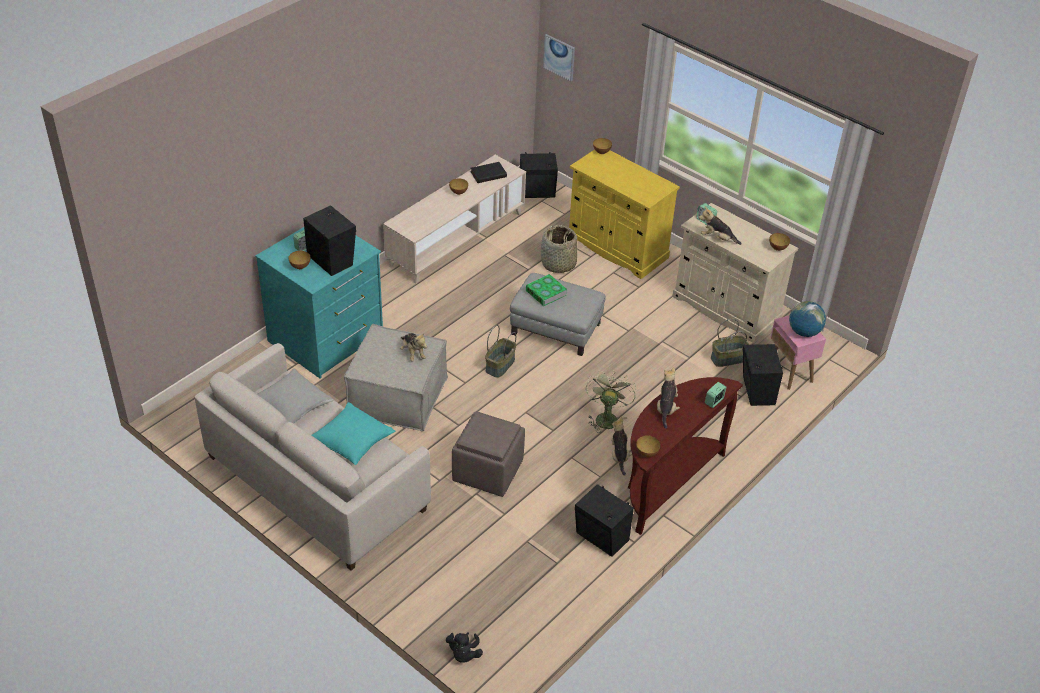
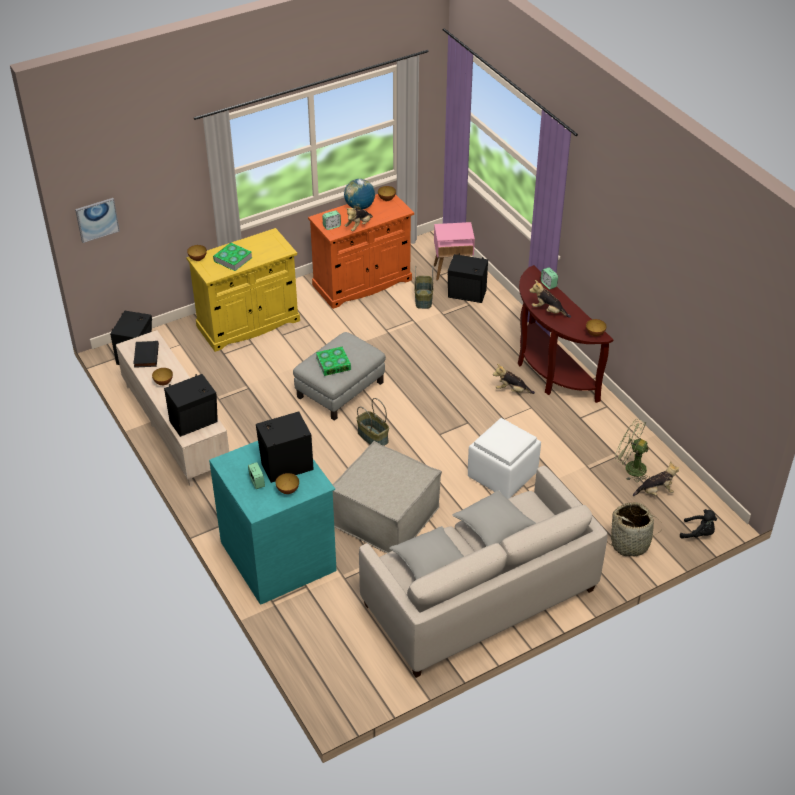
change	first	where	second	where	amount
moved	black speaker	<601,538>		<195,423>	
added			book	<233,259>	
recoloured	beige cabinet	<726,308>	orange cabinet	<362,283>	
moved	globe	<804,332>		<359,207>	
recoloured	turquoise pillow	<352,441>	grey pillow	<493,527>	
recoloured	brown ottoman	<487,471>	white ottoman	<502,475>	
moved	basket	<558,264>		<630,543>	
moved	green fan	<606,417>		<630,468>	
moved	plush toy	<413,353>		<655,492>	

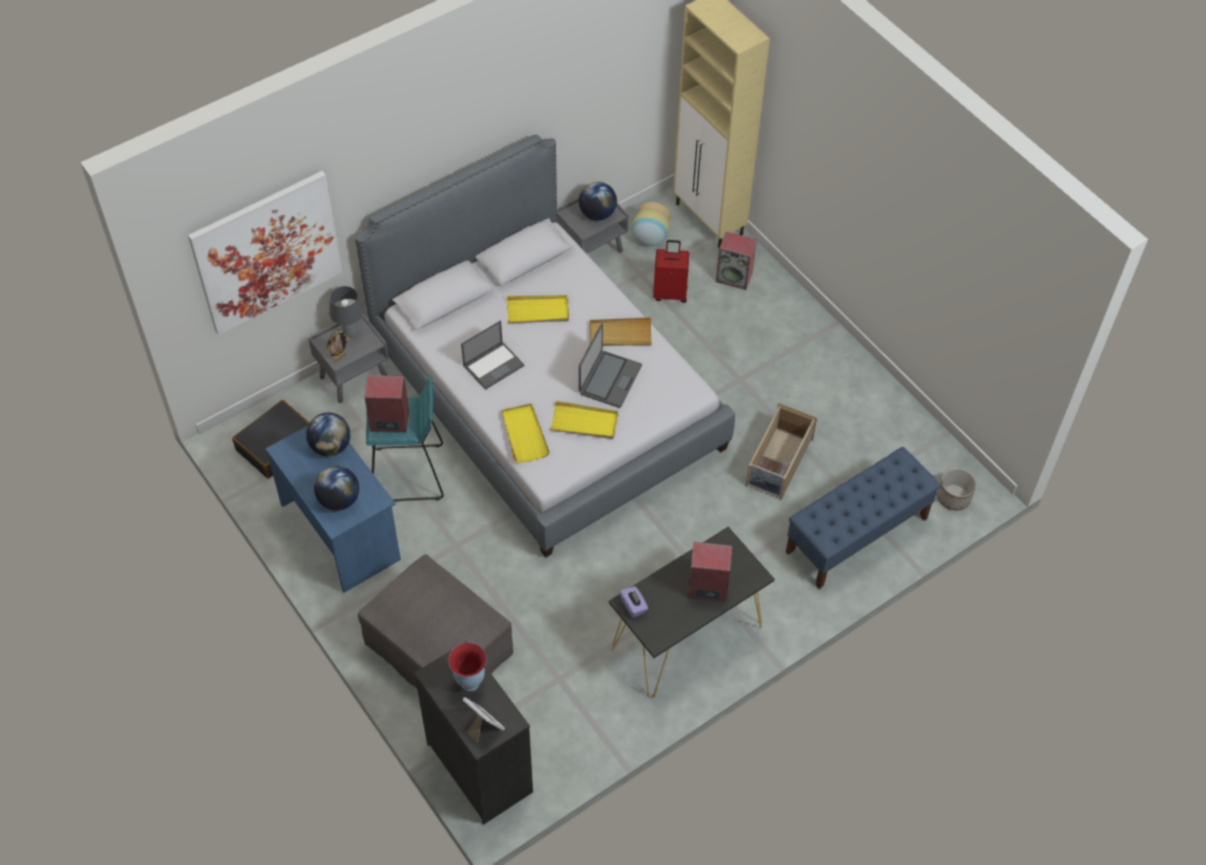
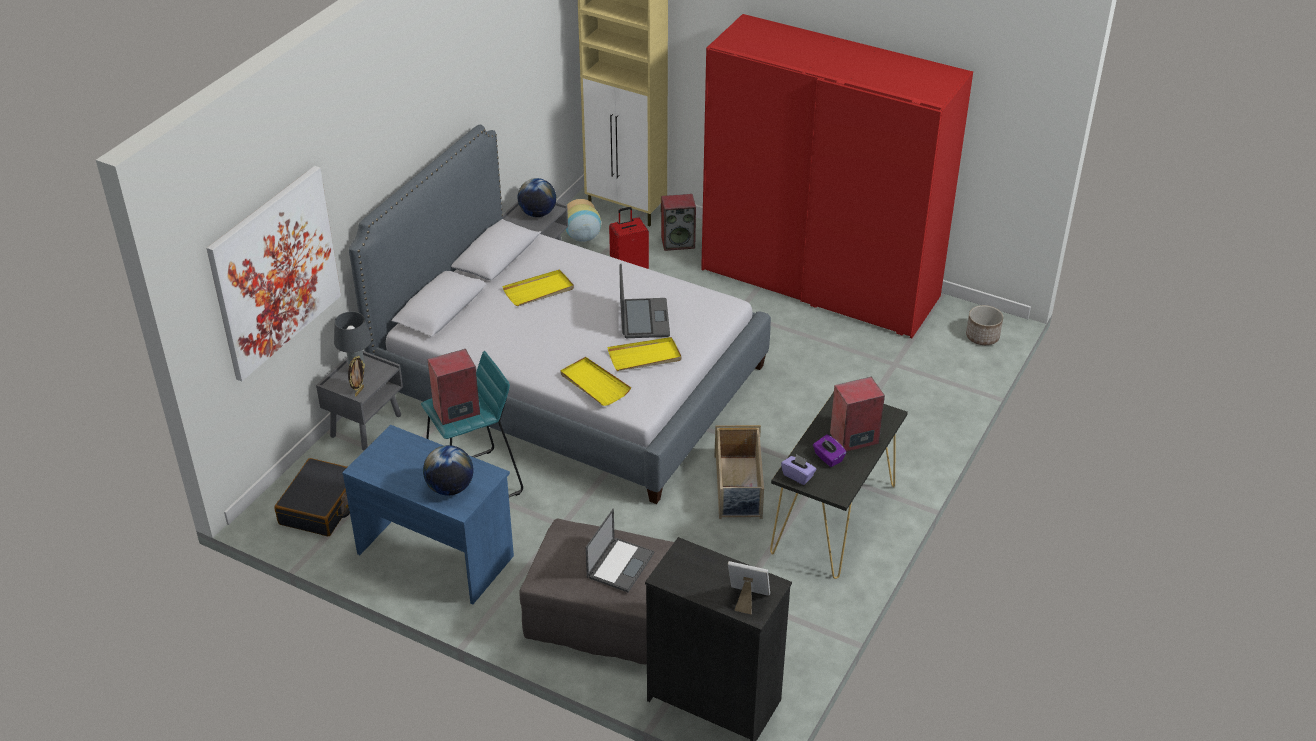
change	first	where	second	where	amount
moved	laptop	<494,365>		<620,564>	
added			red wardrobe	<820,283>	
moved	beige storage box	<778,463>		<738,487>	
added			purple tissue box	<828,458>	
removed	globe	<331,446>			
removed	vase	<469,682>			
removed	beige tray	<620,334>			
removed	blue bench	<856,535>			

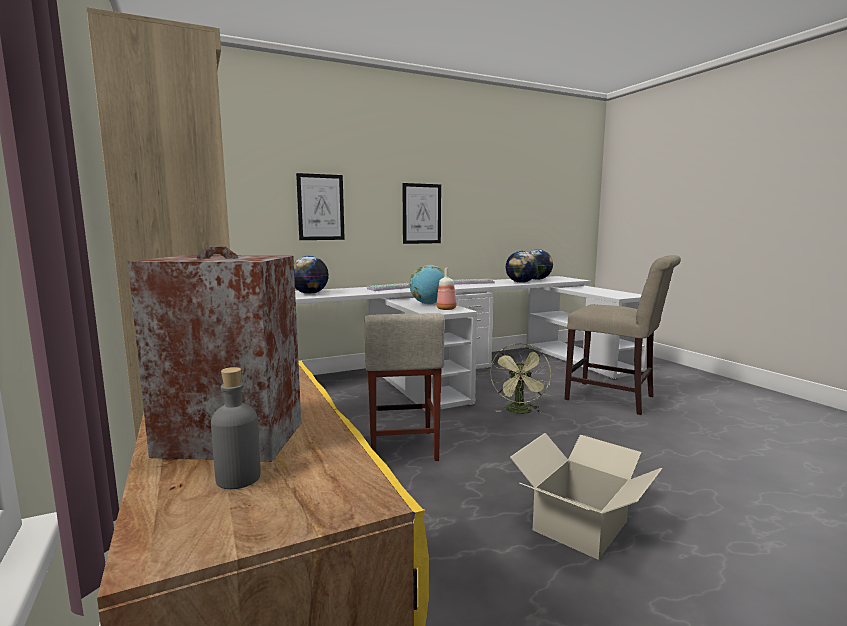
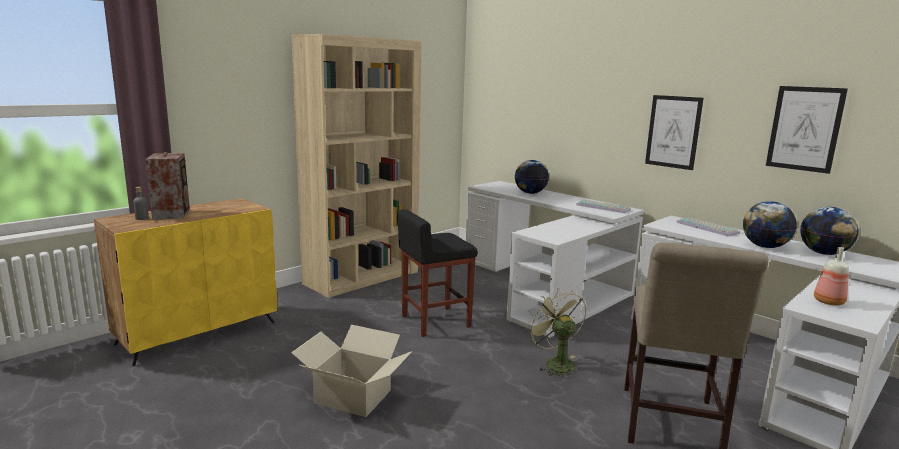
change	first	where	second	where	amount
recoloured	beige stool	<402,447>	black stool	<434,321>	
turned	green fan	<520,412>		<555,363>	75 degrees clockwise
moved	picture	<320,207>		<804,129>	
moved	bottle	<447,309>		<829,302>	
removed	globe	<429,304>			

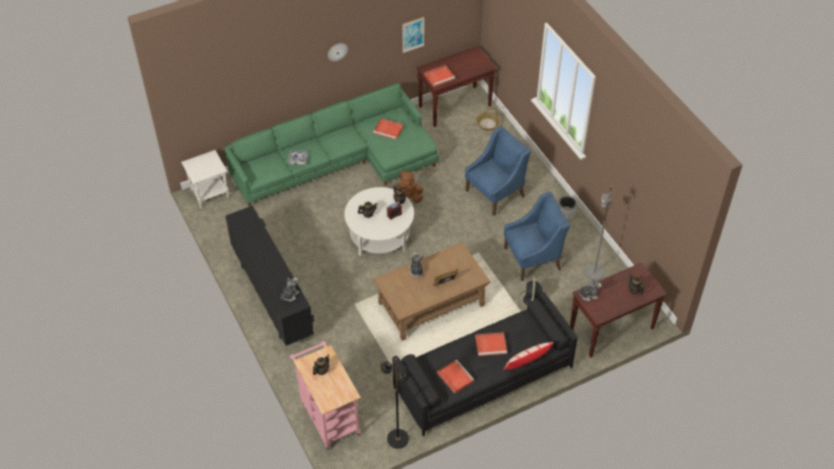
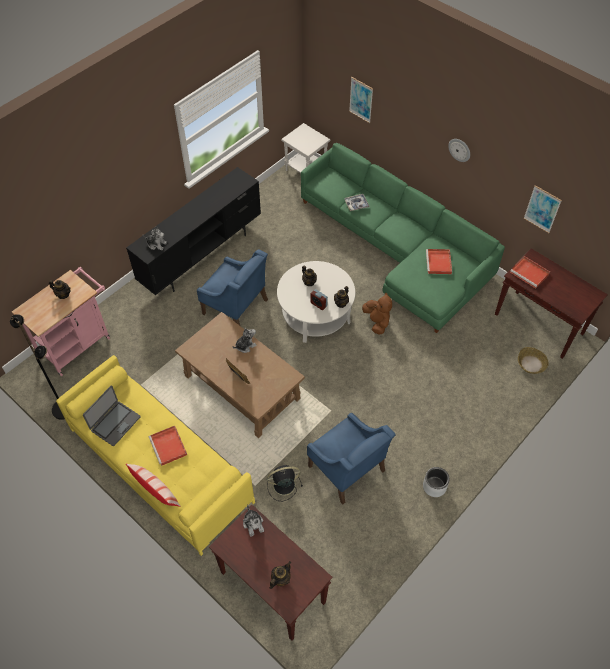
change	first	where	second	where	amount
recoloured	black sofa	<483,378>	yellow sofa	<159,465>	
replaced	red tray	<454,377>	laptop	<115,423>	
moved	blue armchair	<495,193>		<235,307>	
added			picture	<361,100>	
removed	grey floor lamp	<594,272>			

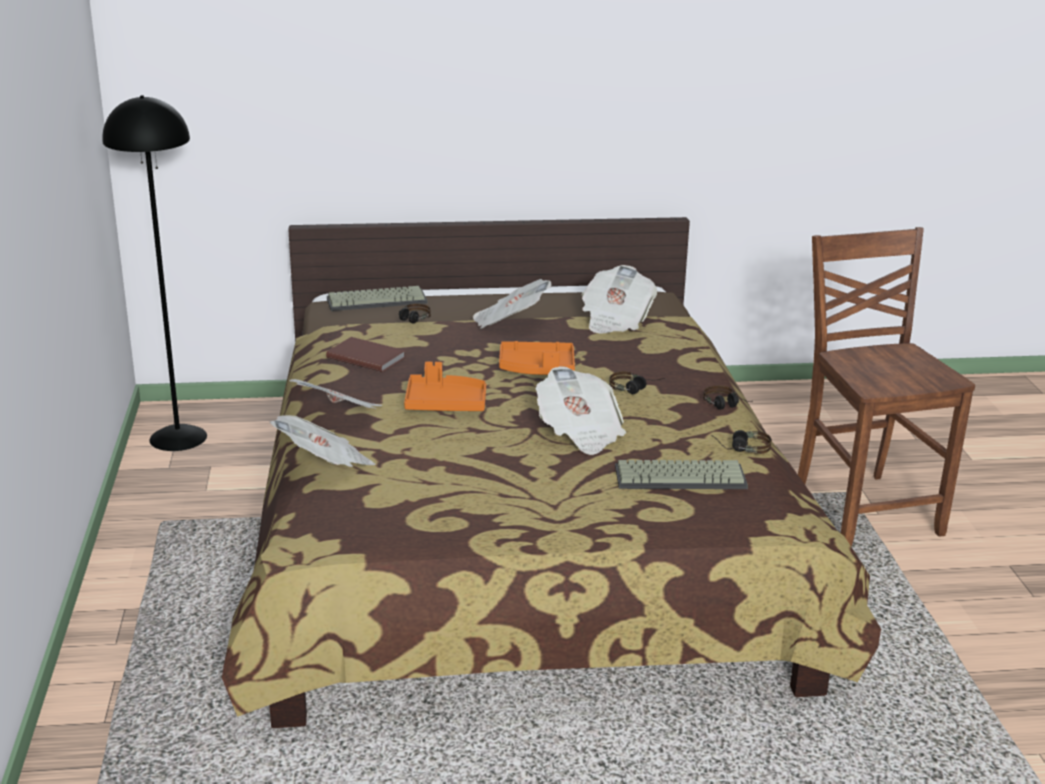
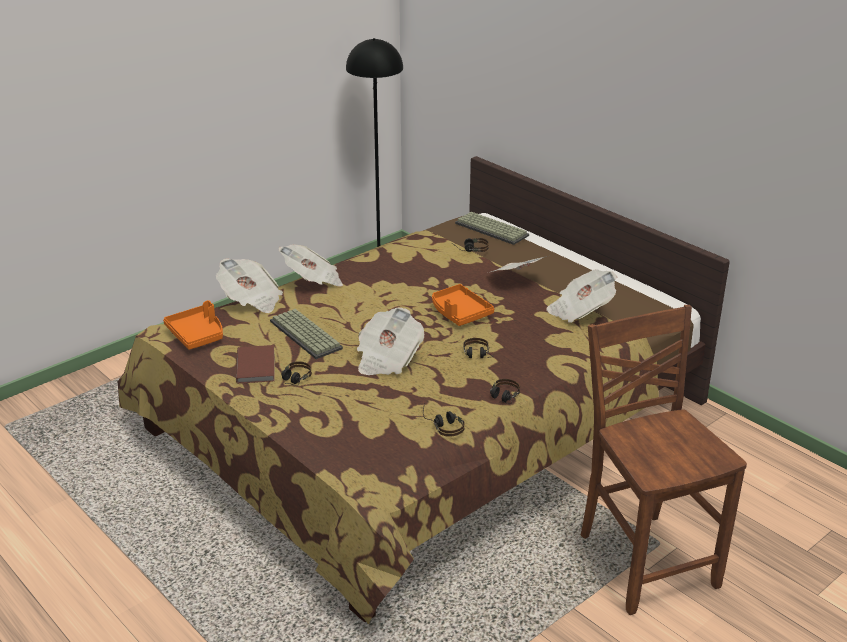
change	first	where	second	where	amount
moved	orange tray	<445,404>		<197,335>	
moved	brown book	<366,357>		<257,366>	
moved	keyboard	<681,476>		<307,335>	
added			headphones	<293,381>	
turned	brown chair	<864,509>		<645,559>	60 degrees counterclockwise

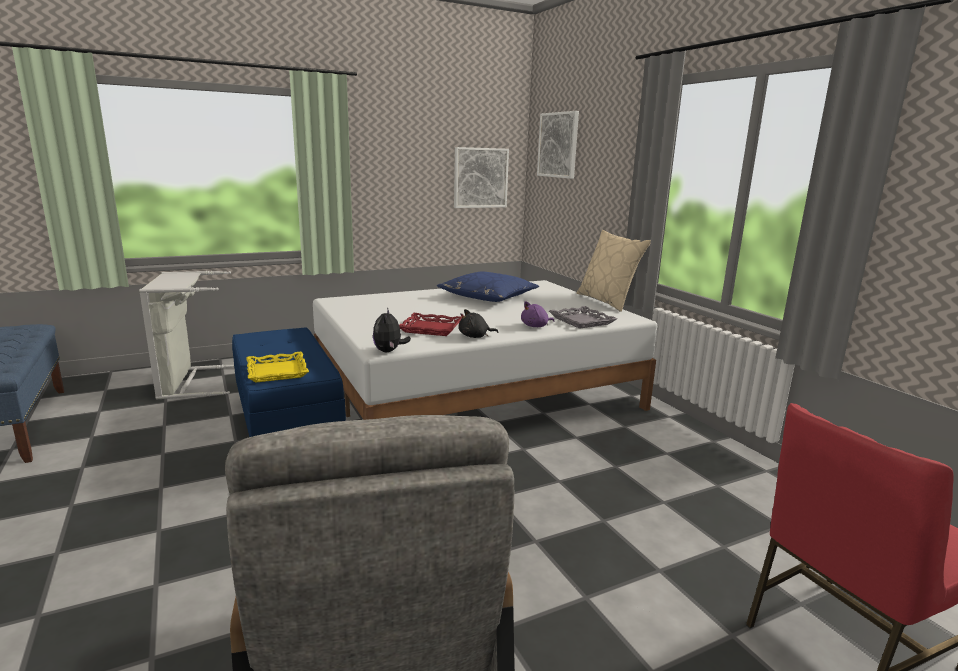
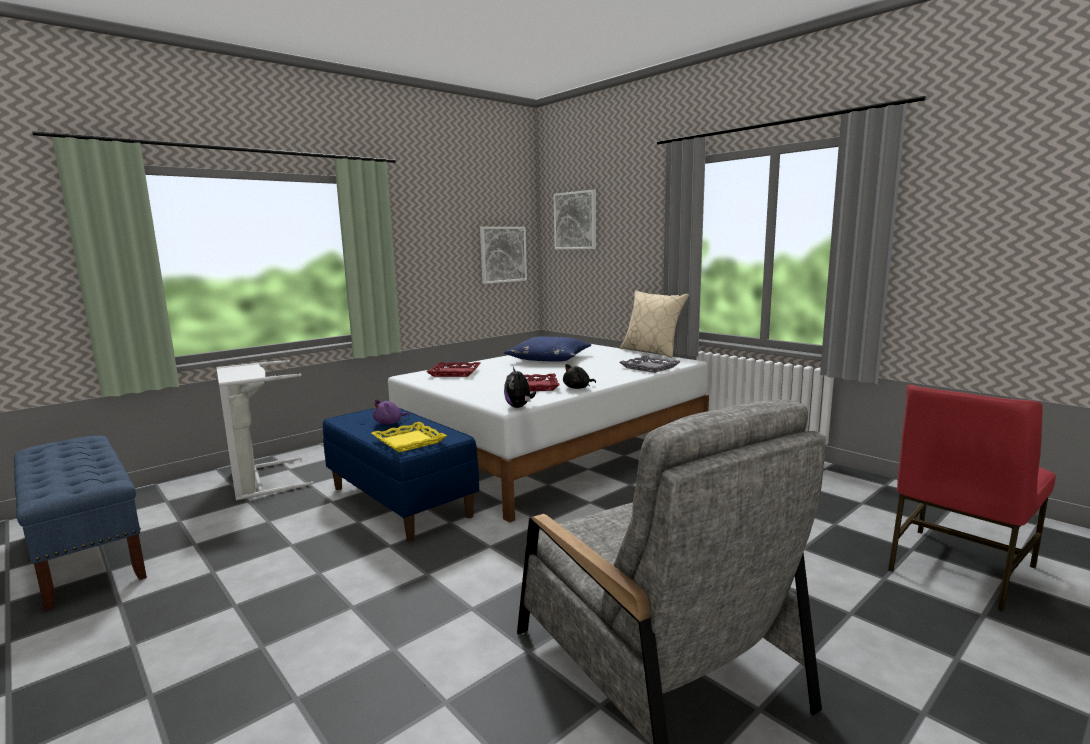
change	first	where	second	where	amount
moved	purple plush toy	<536,326>		<390,423>	
added			red tray	<454,373>	

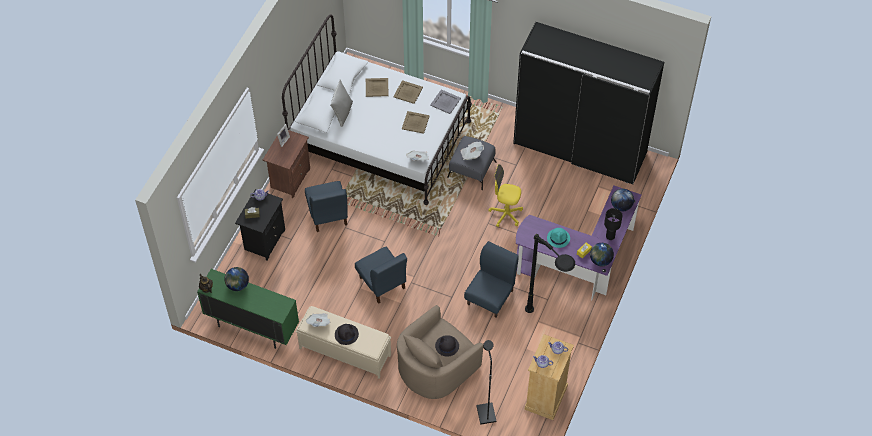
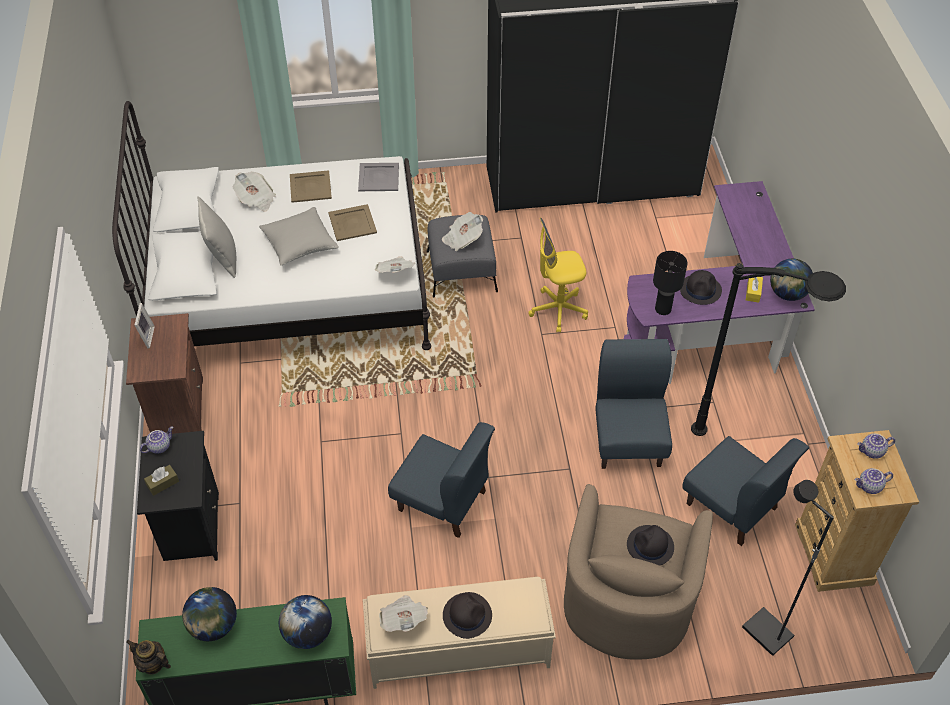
change	first	where	second	where	amount
replaced	beige tray	<377,87>	newspaper	<256,199>	
added			grey pillow	<299,244>	
moved	globe	<621,206>		<308,633>	
moved	black table lamp	<610,236>		<662,309>	
recoloured	turquoise hat	<558,238>	black hat	<700,290>	
moved	blue chair	<328,215>		<732,506>	

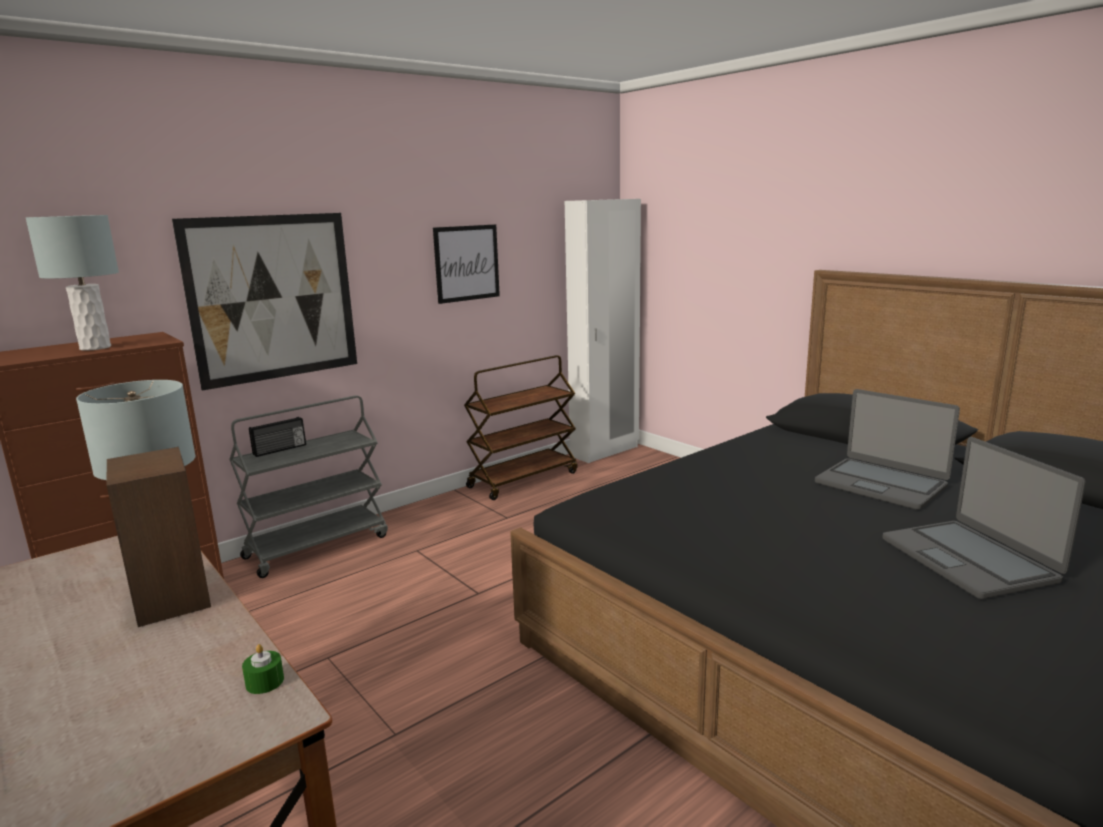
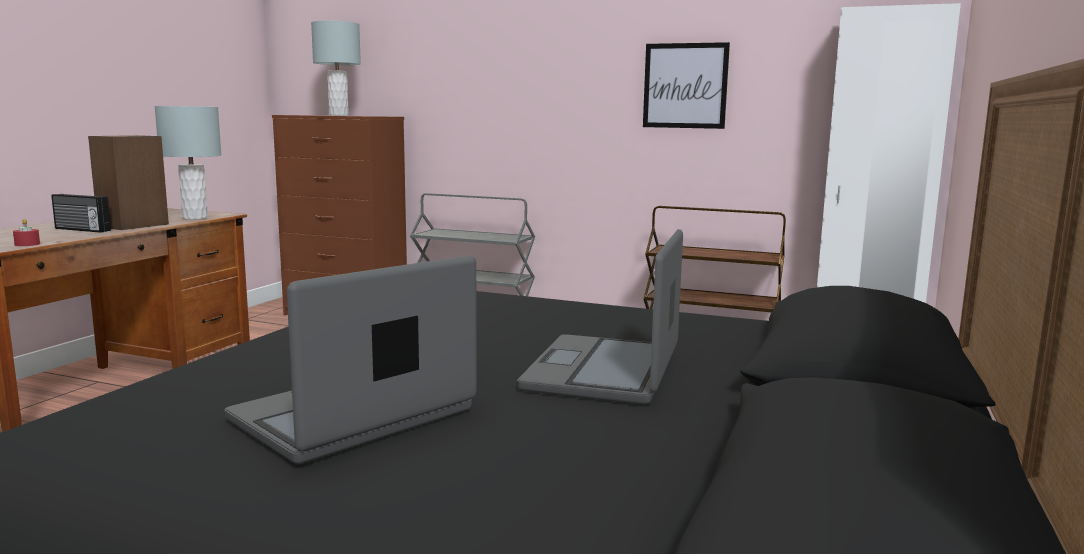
change	first	where	second	where	amount
recoloured	green candle	<265,682>	red candle	<27,244>	
moved	radio	<280,450>		<81,230>	
removed	picture	<273,298>			

